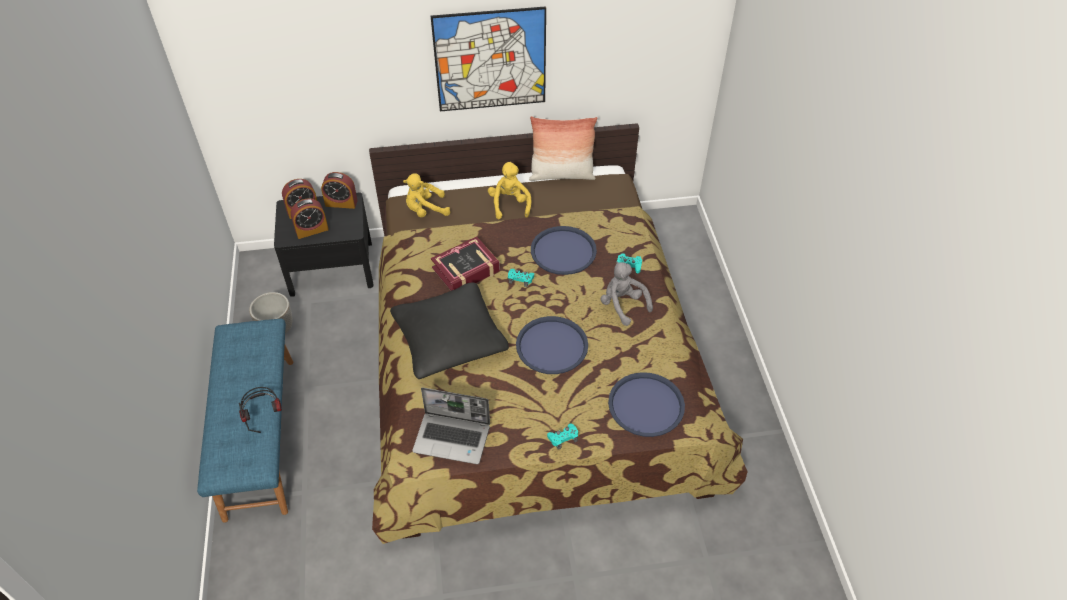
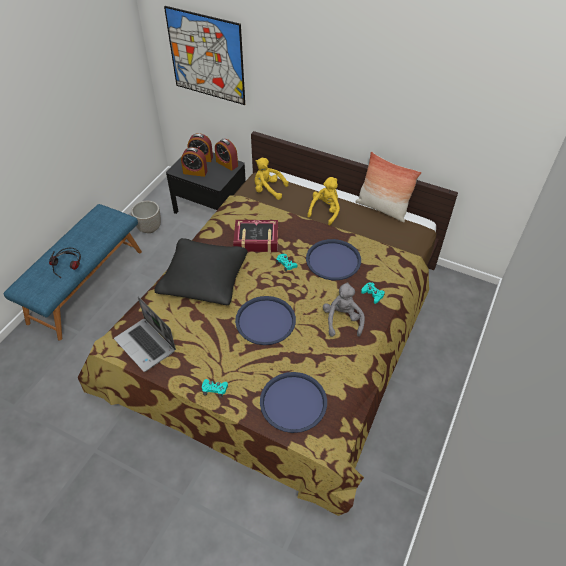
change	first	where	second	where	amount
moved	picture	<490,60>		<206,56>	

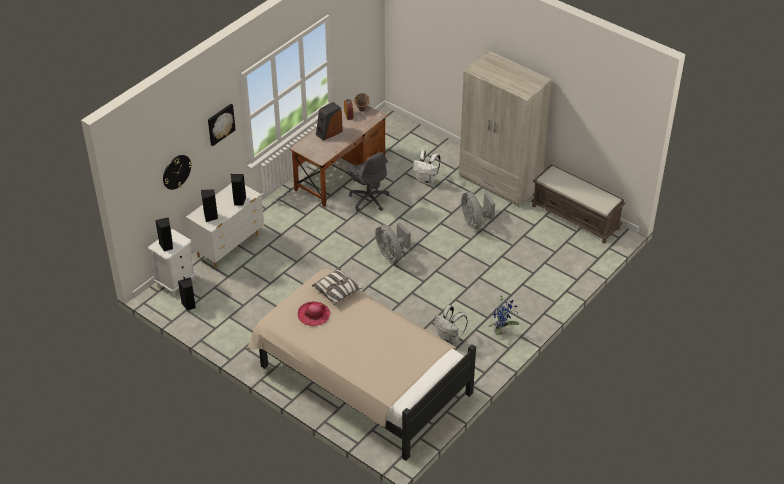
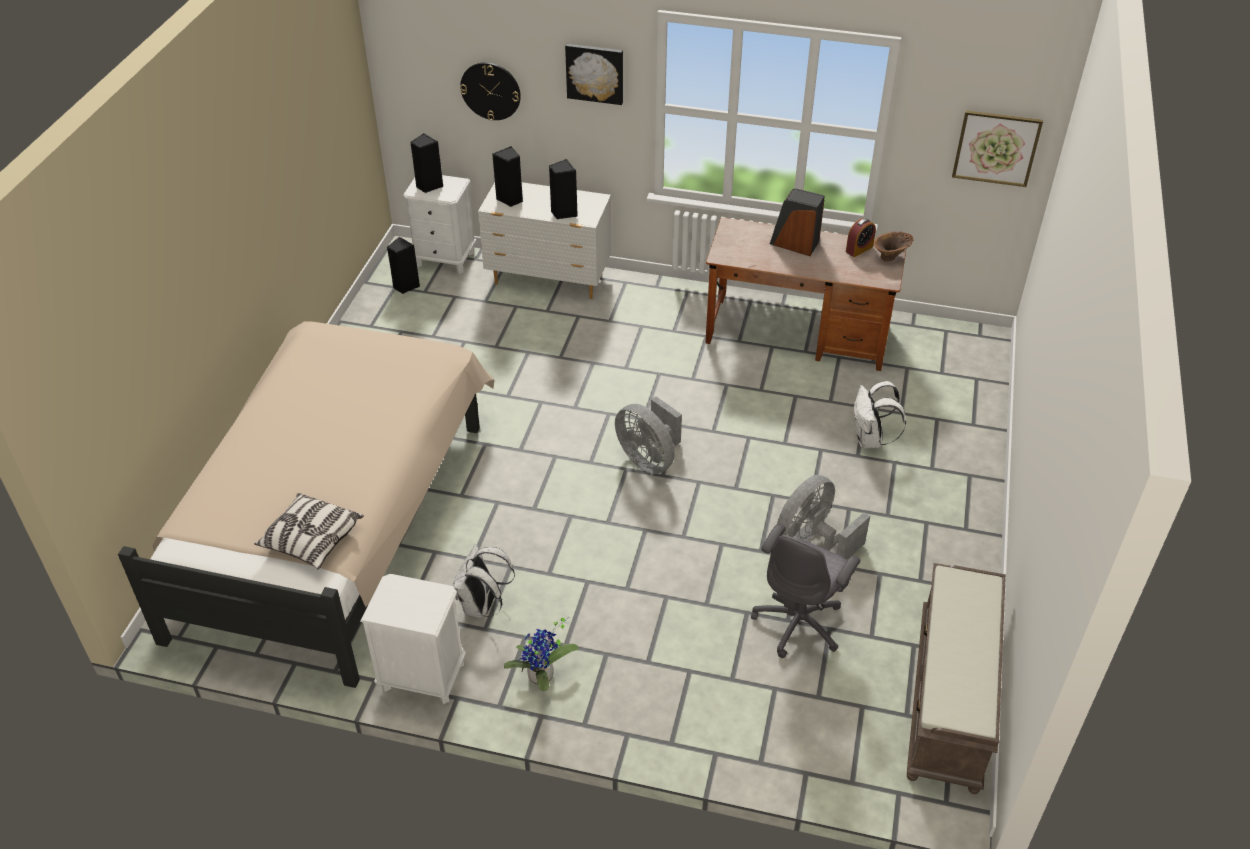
change	first	where	second	where	amount
moved	pillow	<337,291>		<311,540>	
added			white nightstand	<423,676>	
turned	grey fan	<391,254>		<649,459>	75 degrees counterclockwise
moved	grey office chair	<369,199>		<799,623>	
added			picture	<996,148>	
removed	hat	<313,315>			
removed	beige wardrobe	<499,182>			

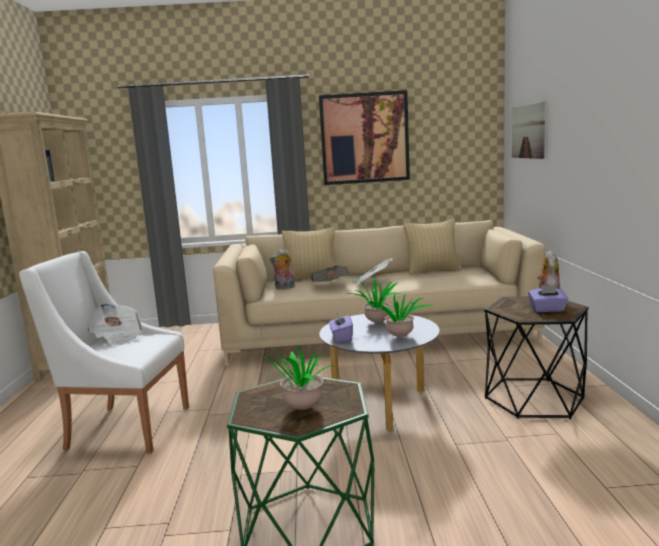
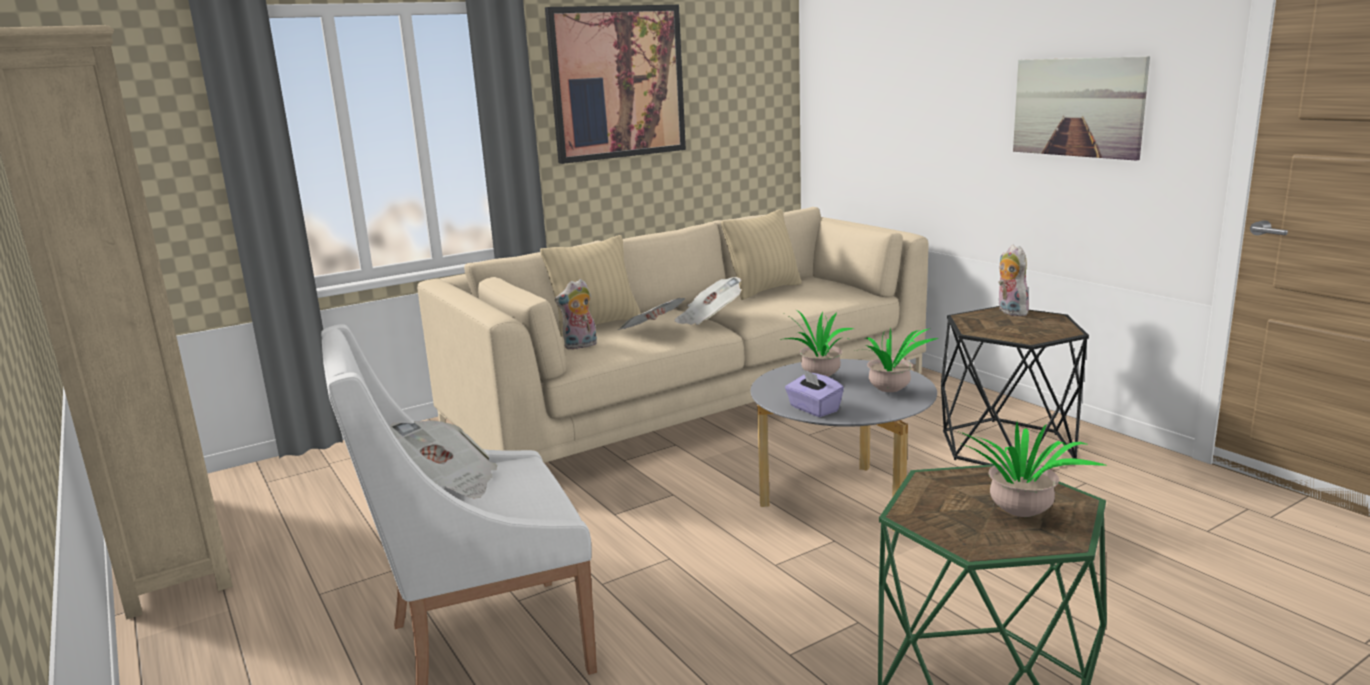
change	first	where	second	where	amount
moved	picture	<528,131>		<1077,107>	
removed	purple tissue box	<547,310>			

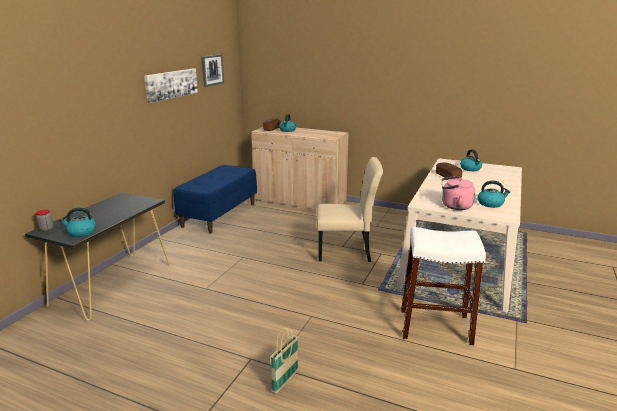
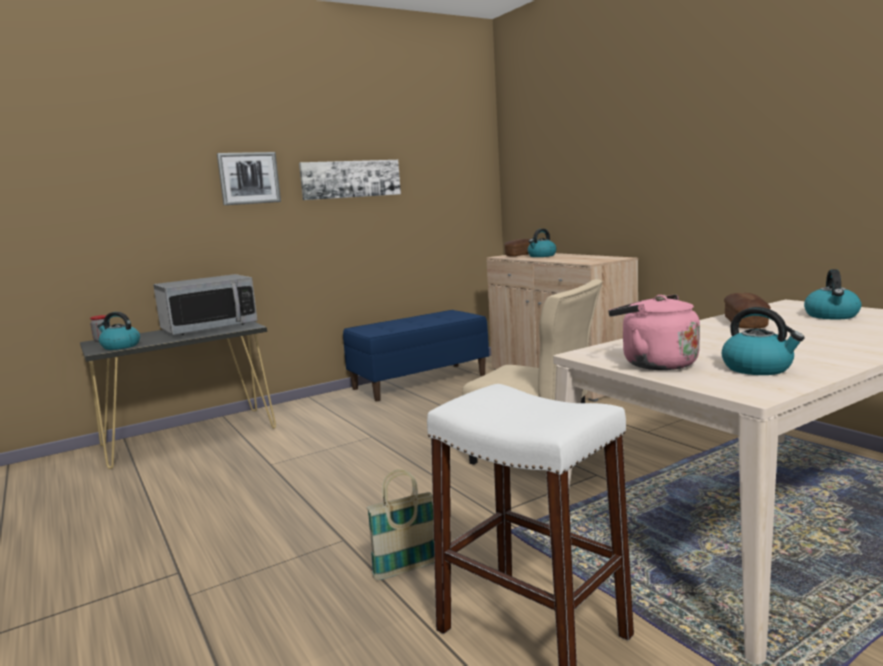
change	first	where	second	where	amount
added			microwave	<209,327>	
moved	picture	<212,70>		<249,178>	
moved	basket	<285,381>		<405,570>	

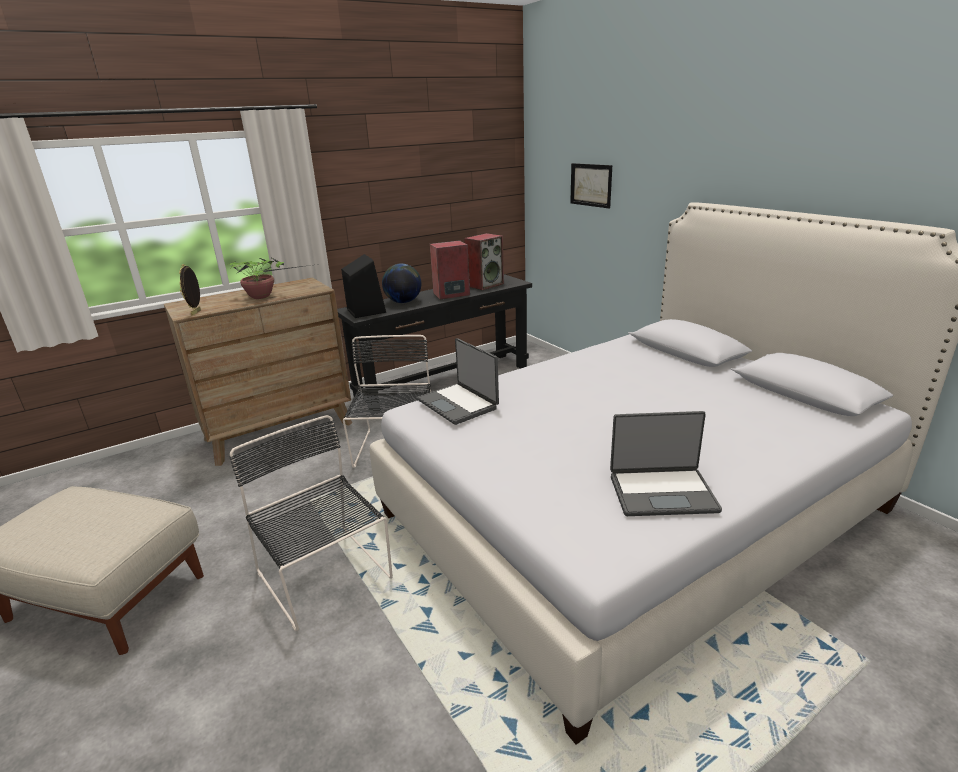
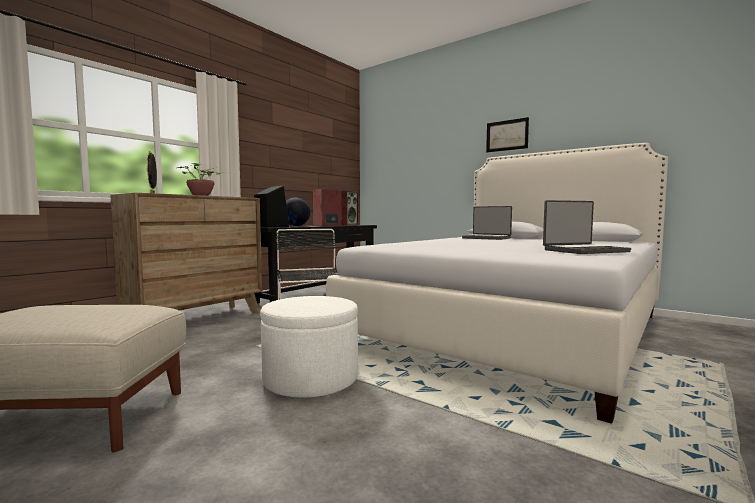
change	first	where	second	where	amount
replaced	black chair	<326,578>	white ottoman	<311,379>	
moved	laptop	<459,404>		<487,238>	
moved	picture	<591,185>		<507,135>	

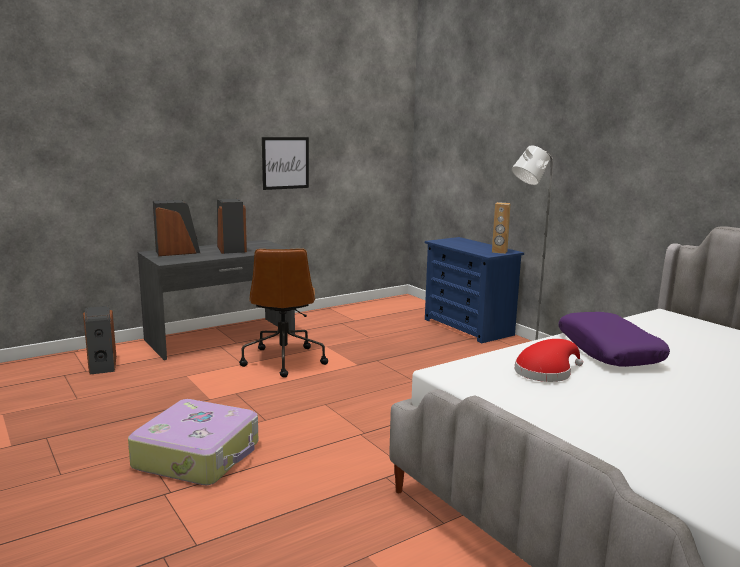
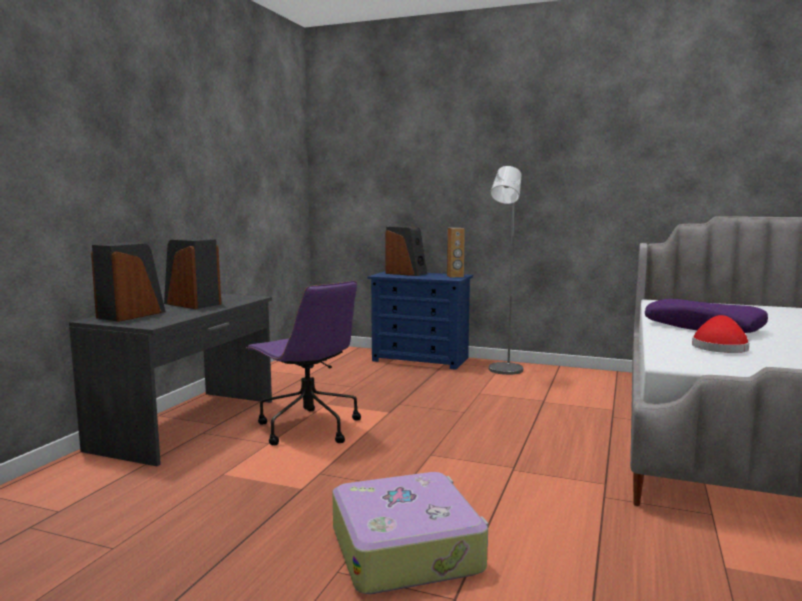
change	first	where	second	where	amount
recoloured	brown office chair	<283,360>	purple office chair	<307,427>	
moved	speaker	<102,365>		<406,273>	
removed	picture	<285,163>			

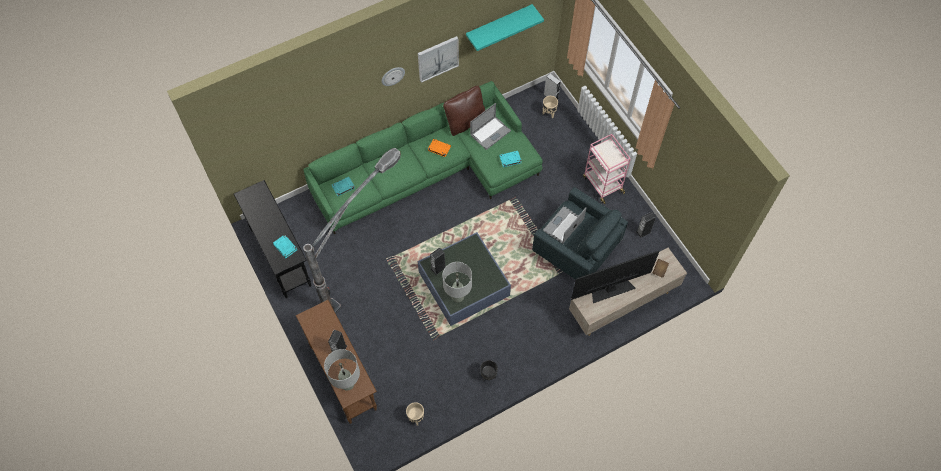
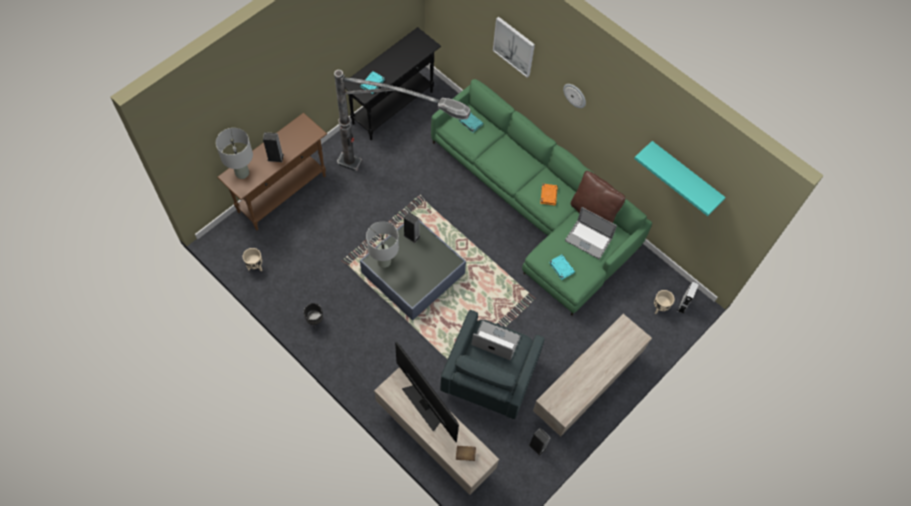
change	first	where	second	where	amount
moved	picture	<438,58>		<514,46>	
replaced	pink cart	<602,184>	beige tv stand	<585,387>	

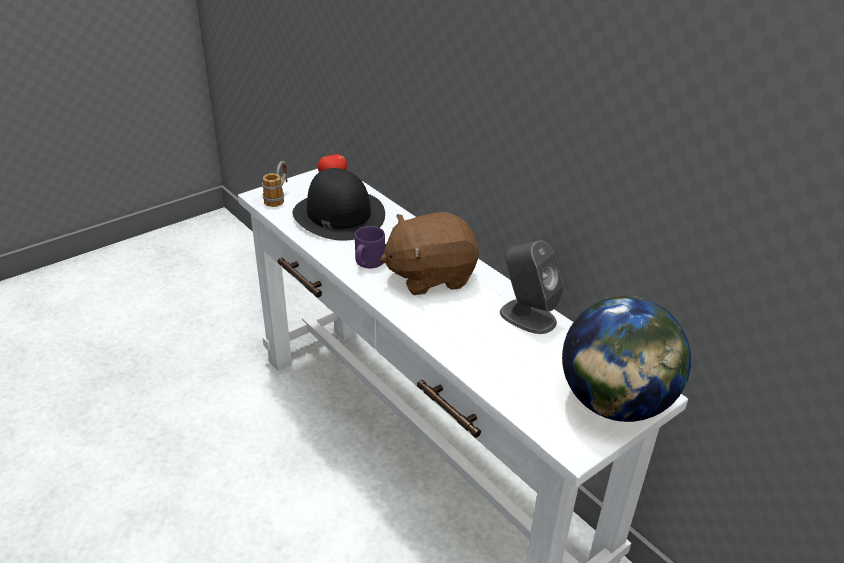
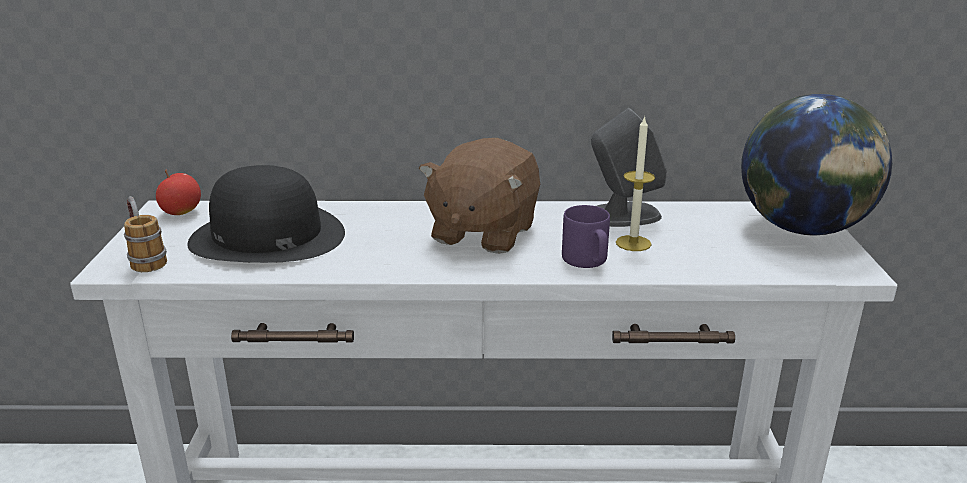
change	first	where	second	where	amount
moved	purple mug	<368,262>		<587,261>	
added			candle	<633,243>	

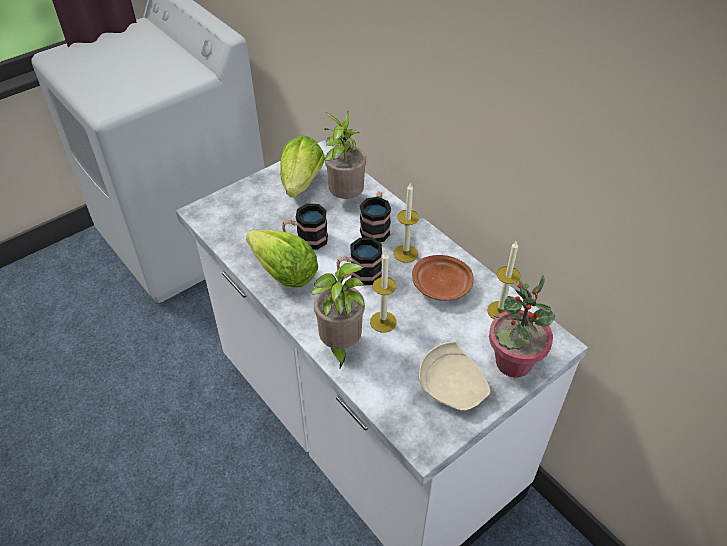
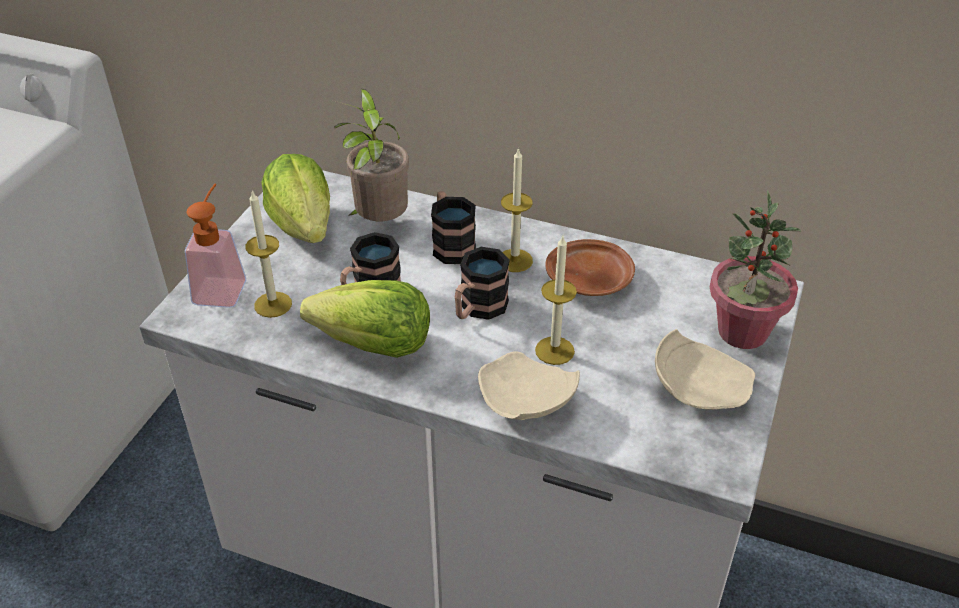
change	first	where	second	where	amount
added			soap dispenser	<222,286>	
moved	candle	<500,311>		<273,304>	
replaced	potted plant	<340,346>	beige plate	<525,403>	

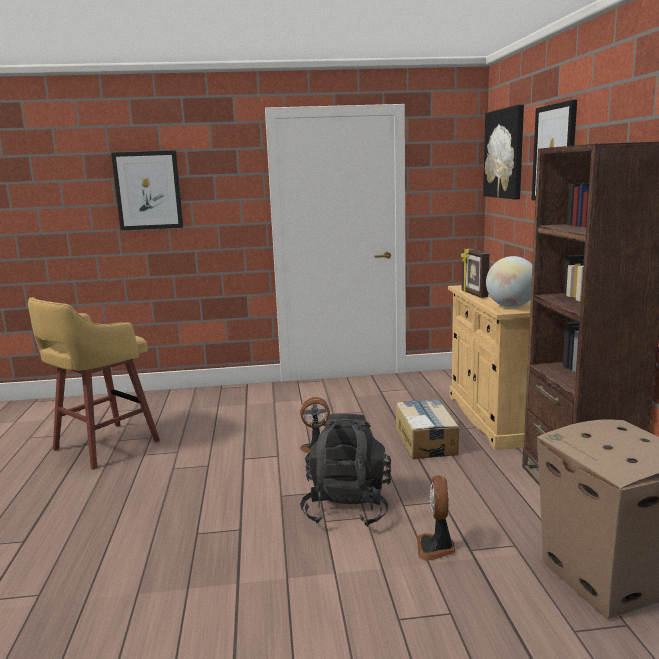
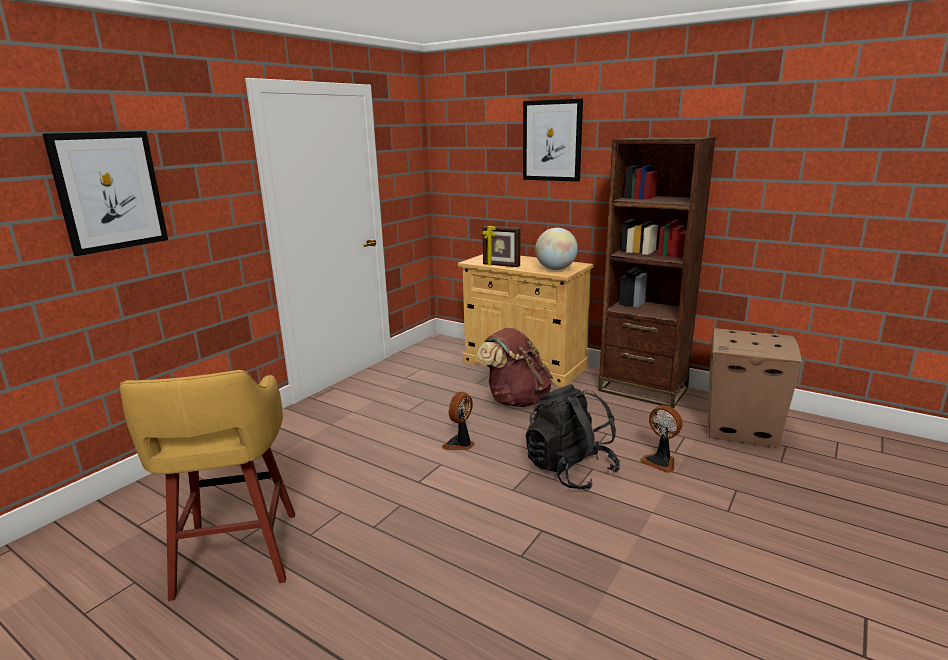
change	first	where	second	where	amount
replaced	cardboard box	<426,441>	brown backpack	<516,400>	
removed	picture	<505,154>			

